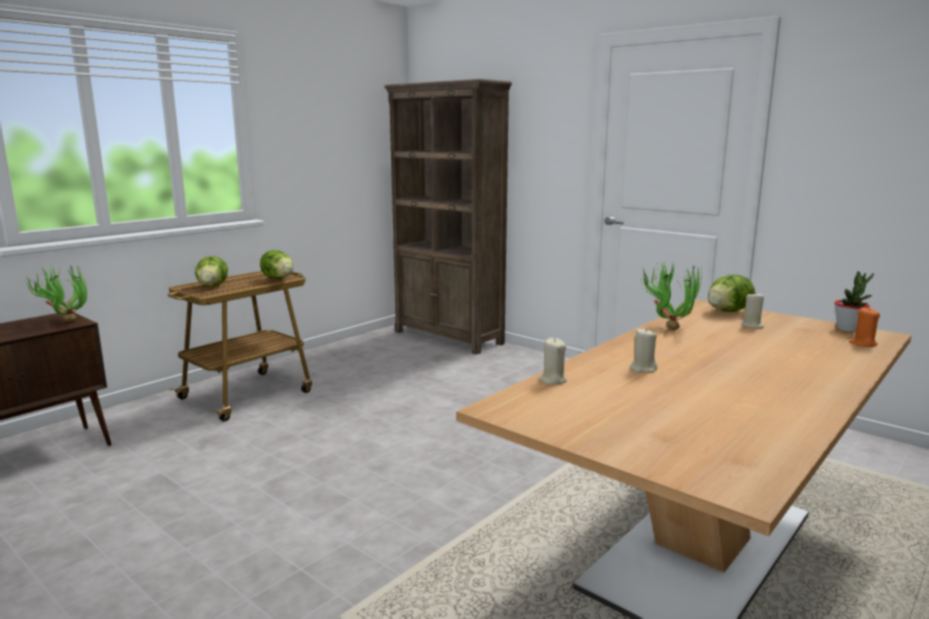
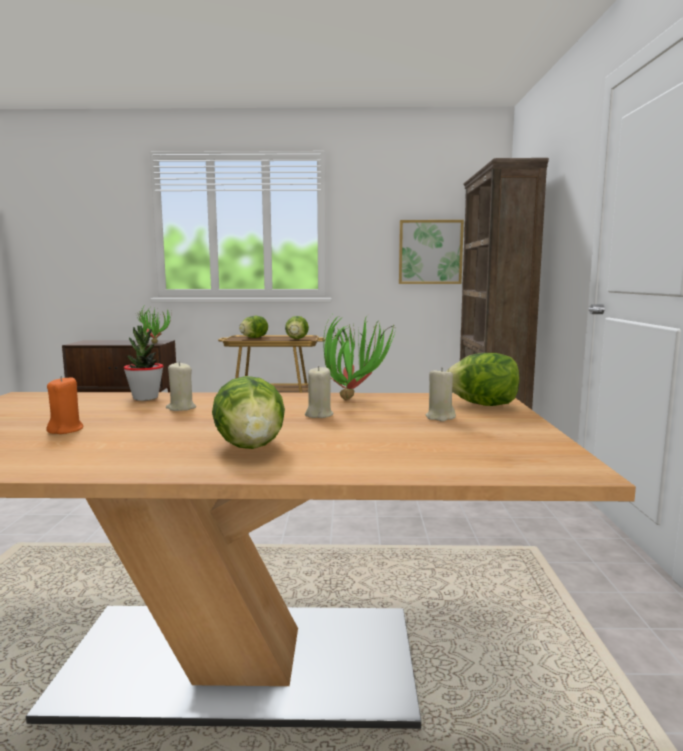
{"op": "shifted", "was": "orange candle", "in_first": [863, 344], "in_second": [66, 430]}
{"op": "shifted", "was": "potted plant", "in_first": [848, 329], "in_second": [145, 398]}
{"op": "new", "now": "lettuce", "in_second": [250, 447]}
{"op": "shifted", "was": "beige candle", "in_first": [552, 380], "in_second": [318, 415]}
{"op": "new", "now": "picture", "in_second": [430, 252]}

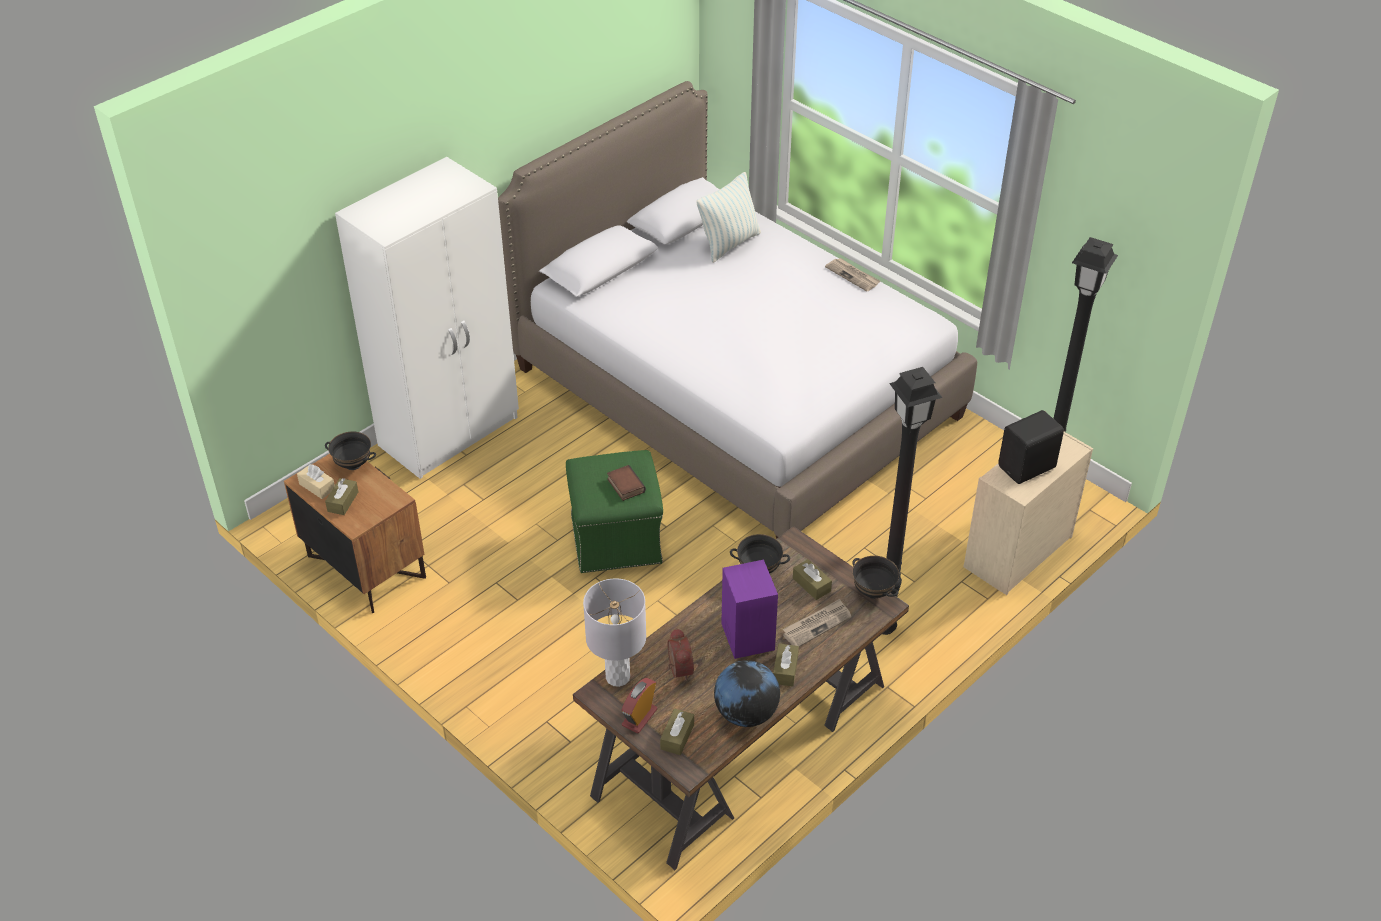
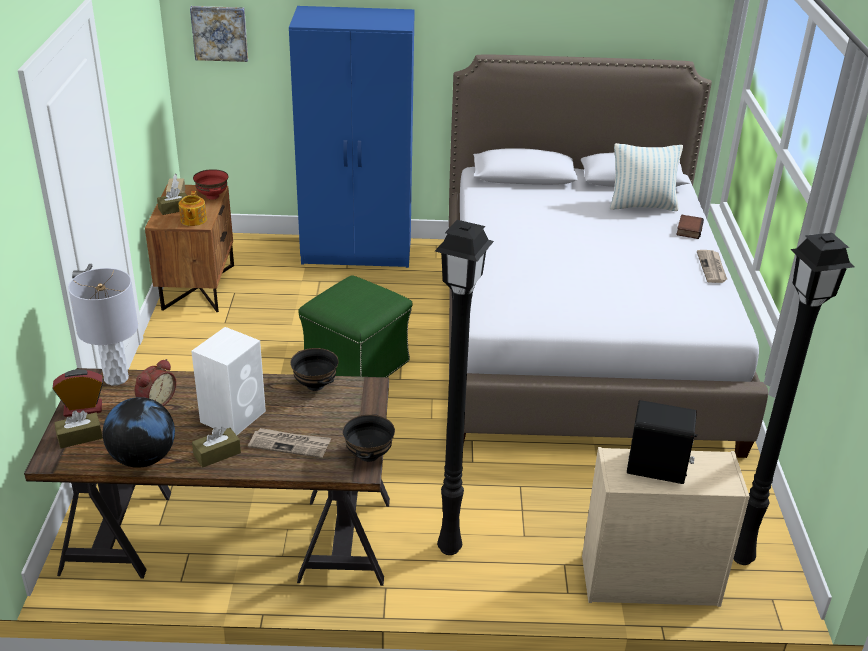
{"op": "new", "now": "teapot", "in_second": [193, 220]}
{"op": "new", "now": "picture", "in_second": [220, 33]}
{"op": "repainted", "was": "purple speaker", "now": "white speaker", "in_first": [747, 635], "in_second": [234, 415]}
{"op": "repainted", "was": "black bowl", "now": "red bowl", "in_first": [353, 465], "in_second": [212, 196]}
{"op": "repainted", "was": "white wardrobe", "now": "blue wardrobe", "in_first": [451, 432], "in_second": [358, 252]}
{"op": "shifted", "was": "book", "in_first": [624, 485], "in_second": [688, 229]}
{"op": "gone", "was": "brown tissue box", "in_first": [811, 584]}

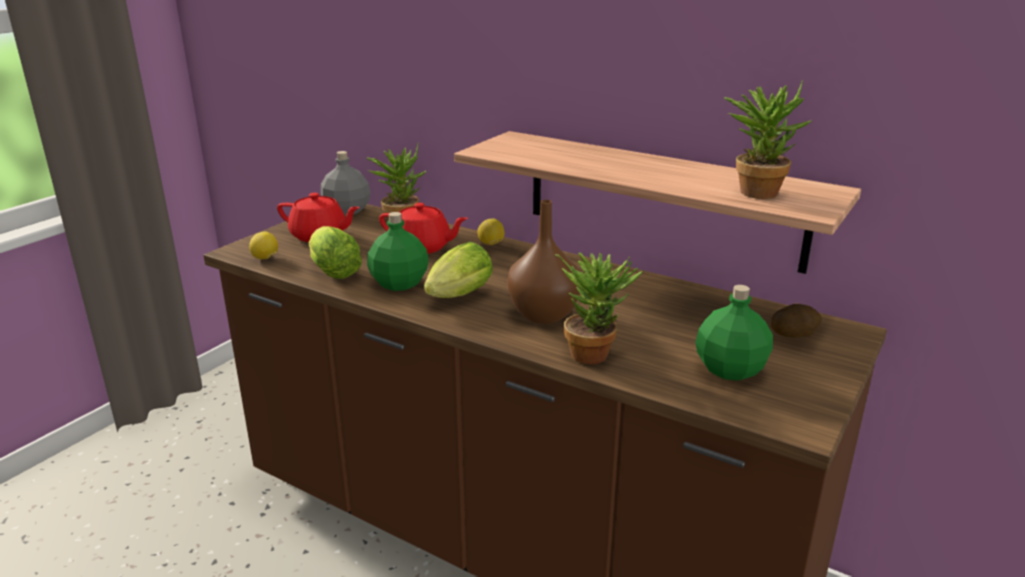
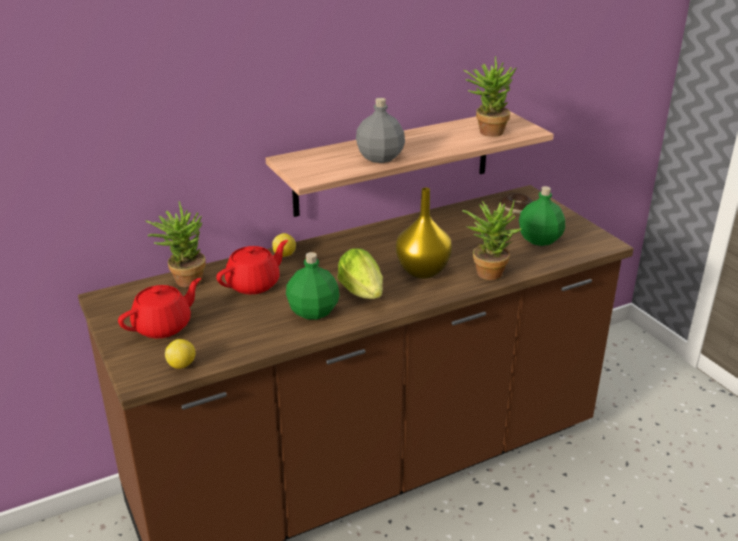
{"op": "shifted", "was": "grey bottle", "in_first": [346, 210], "in_second": [379, 157]}
{"op": "repainted", "was": "brown vase", "now": "yellow vase", "in_first": [545, 314], "in_second": [423, 270]}
{"op": "swapped", "was": "potato", "now": "donut", "in_first": [794, 334], "in_second": [516, 208]}
{"op": "gone", "was": "lettuce", "in_first": [332, 271]}

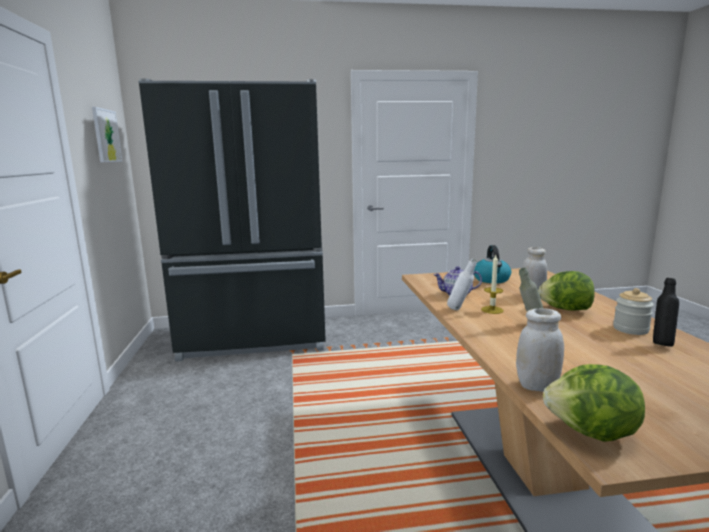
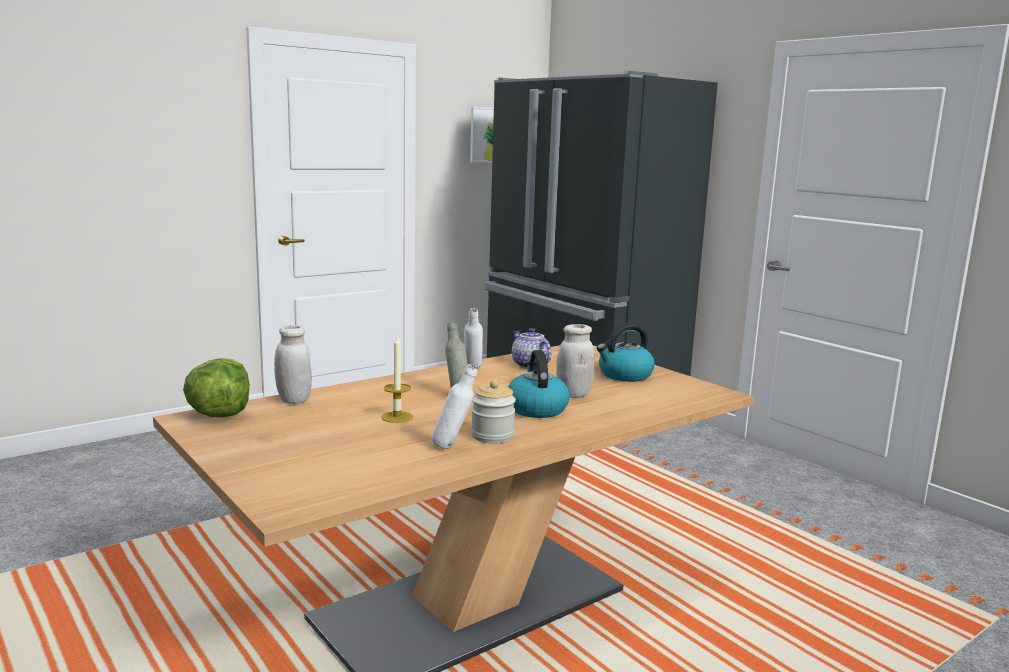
{"op": "shifted", "was": "candle", "in_first": [492, 310], "in_second": [397, 417]}
{"op": "repainted", "was": "black bottle", "now": "white bottle", "in_first": [661, 344], "in_second": [453, 447]}
{"op": "swapped", "was": "lettuce", "now": "kettle", "in_first": [565, 309], "in_second": [536, 409]}

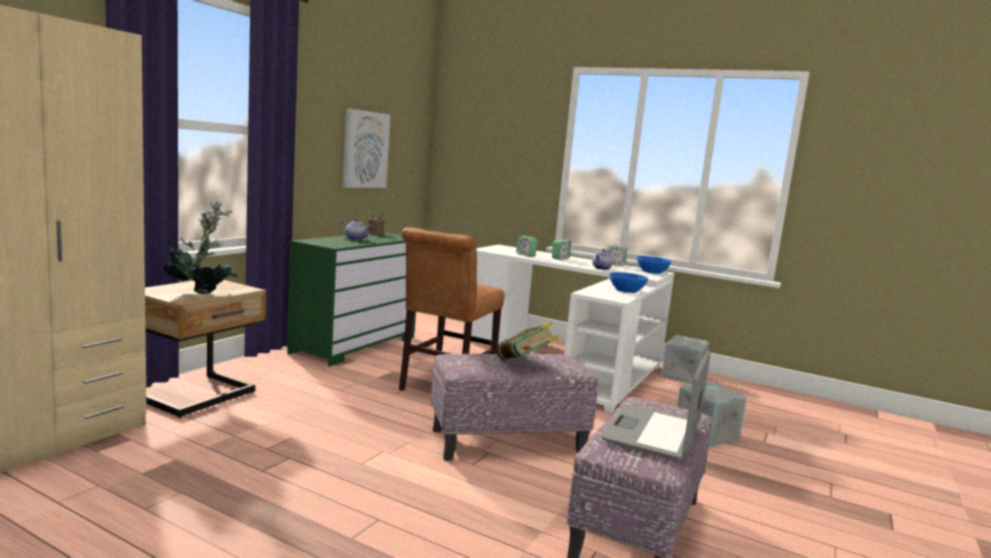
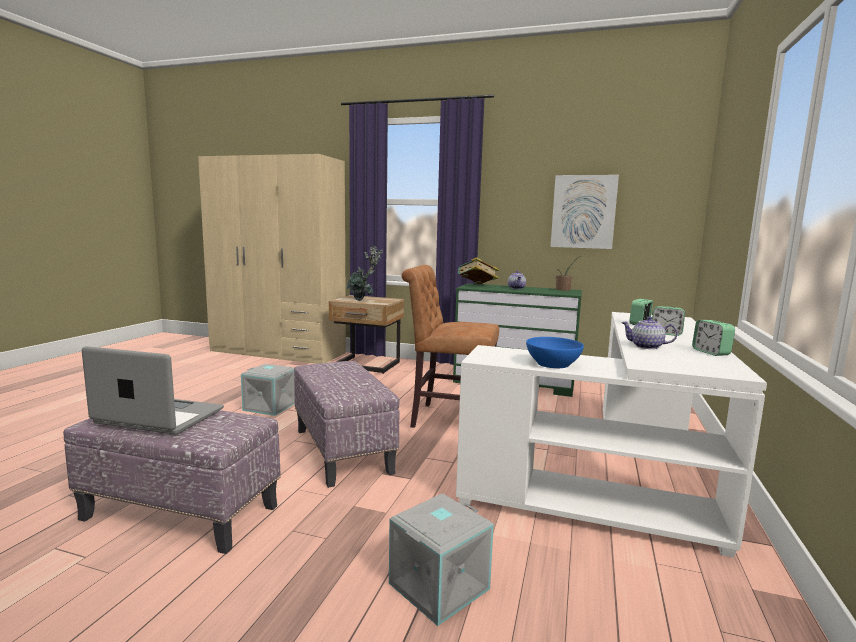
{"op": "shifted", "was": "grey storage box", "in_first": [682, 376], "in_second": [270, 406]}
{"op": "shifted", "was": "book", "in_first": [524, 364], "in_second": [477, 285]}
{"op": "gone", "was": "blue bowl", "in_first": [652, 272]}

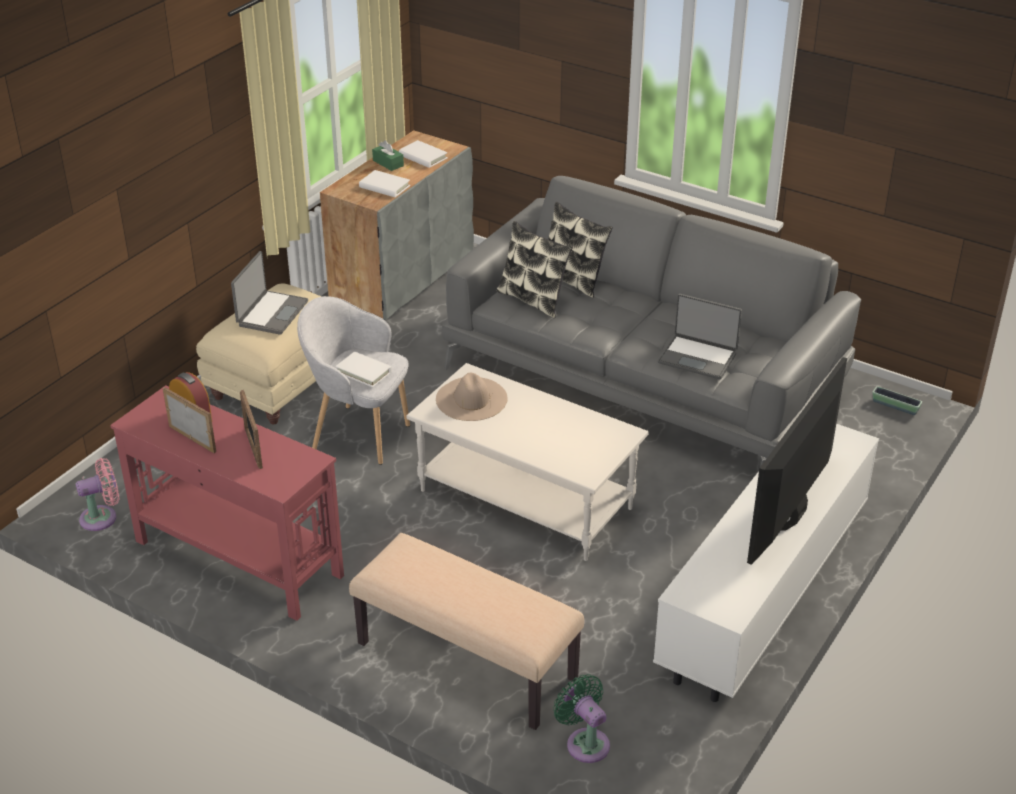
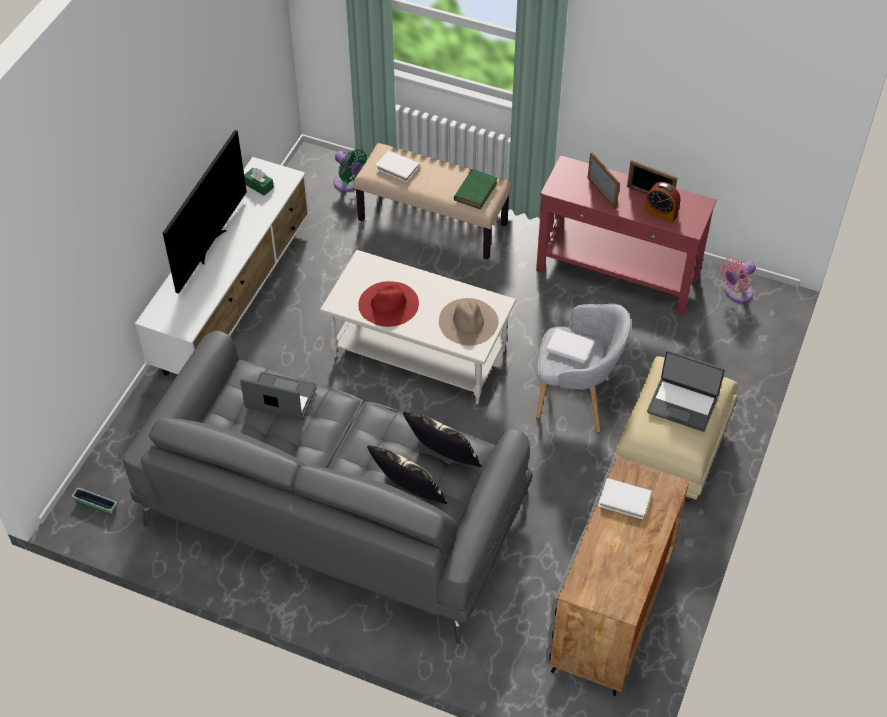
{"op": "shifted", "was": "green tissue box", "in_first": [388, 163], "in_second": [258, 186]}
{"op": "new", "now": "red hat", "in_second": [388, 304]}
{"op": "shifted", "was": "white book", "in_first": [423, 157], "in_second": [397, 168]}
{"op": "new", "now": "green book", "in_second": [476, 190]}
{"op": "rotated", "was": "laptop", "in_first": [271, 313], "in_second": [682, 404], "clockwise": -75}

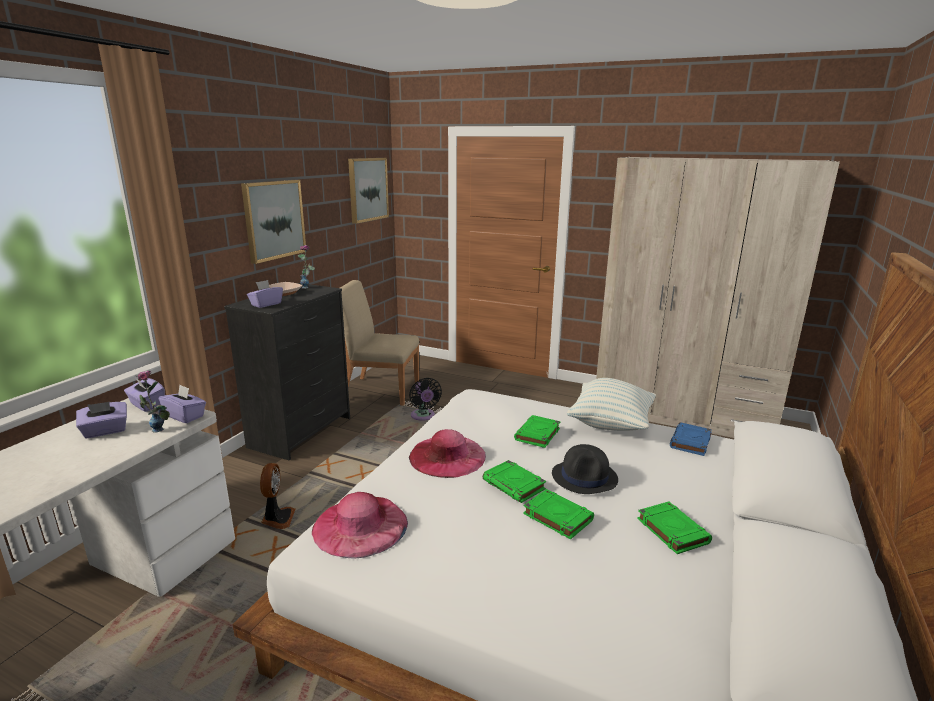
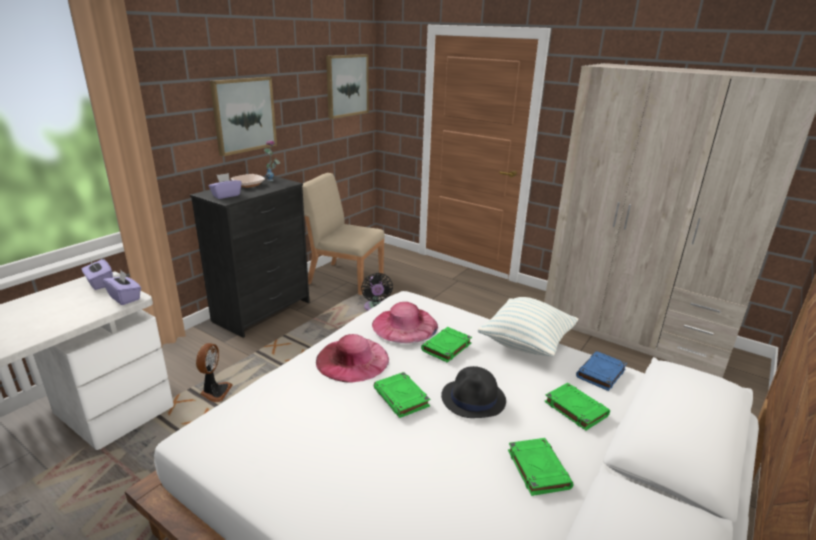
{"op": "shifted", "was": "pink hat", "in_first": [360, 525], "in_second": [404, 325]}
{"op": "shifted", "was": "green book", "in_first": [557, 517], "in_second": [575, 408]}
{"op": "gone", "was": "purple tissue box", "in_first": [105, 431]}
{"op": "gone", "was": "vase", "in_first": [159, 433]}

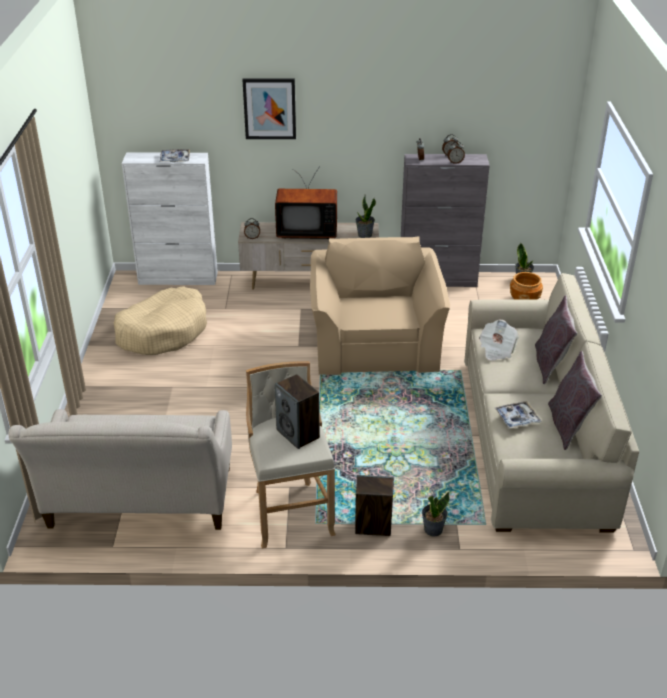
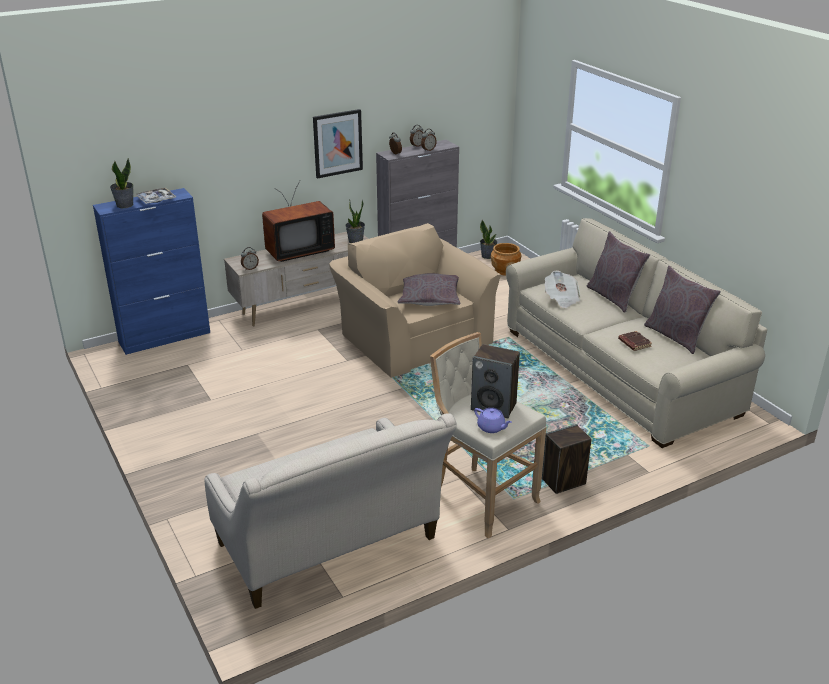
{"op": "repainted", "was": "white cabinet", "now": "blue cabinet", "in_first": [178, 278], "in_second": [165, 337]}
{"op": "shifted", "was": "potted plant", "in_first": [433, 529], "in_second": [124, 205]}
{"op": "shifted", "was": "picture", "in_first": [269, 108], "in_second": [337, 143]}
{"op": "new", "now": "grey pillow", "in_second": [429, 297]}
{"op": "new", "now": "purple teapot", "in_second": [491, 428]}
{"op": "swapped", "was": "tray", "now": "brown book", "in_first": [517, 418], "in_second": [634, 343]}
{"op": "gone", "was": "beige dog bed", "in_first": [163, 331]}

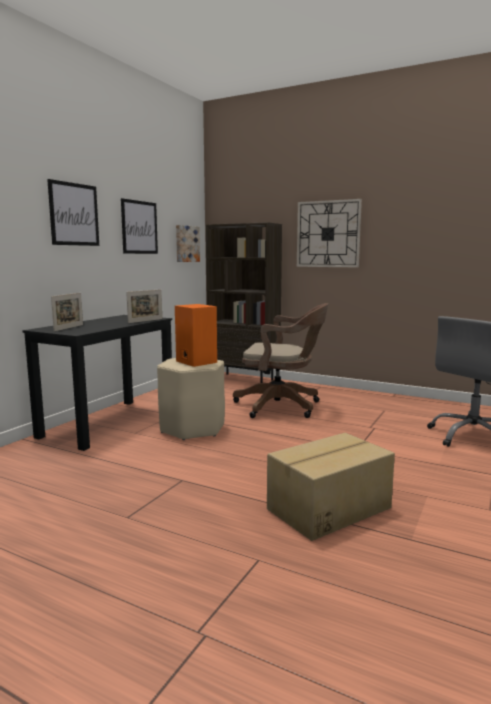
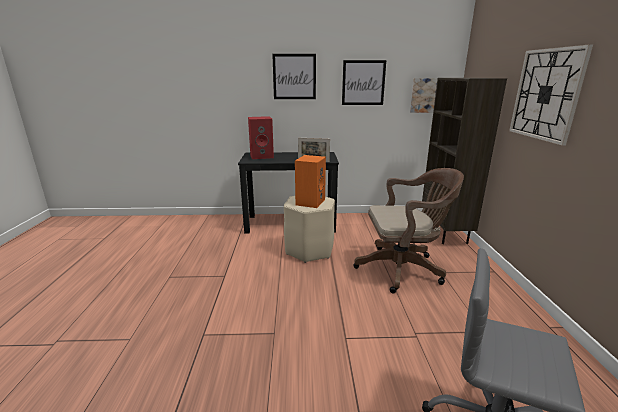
{"op": "swapped", "was": "picture frame", "now": "red speaker", "in_first": [69, 328], "in_second": [262, 156]}
{"op": "rotated", "was": "brown office chair", "in_first": [282, 406], "in_second": [403, 269], "clockwise": -75}
{"op": "gone", "was": "cardboard box", "in_first": [327, 508]}

